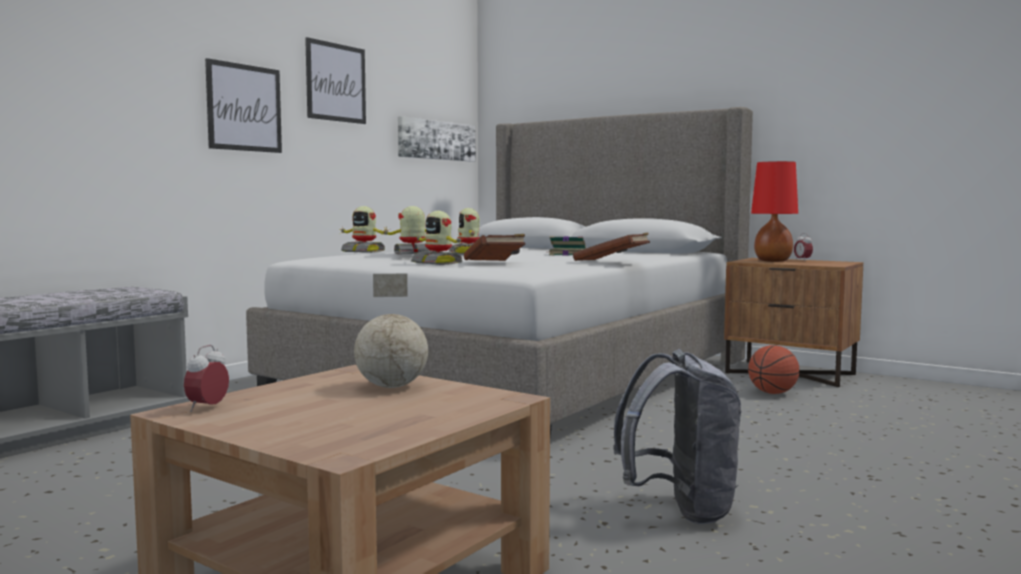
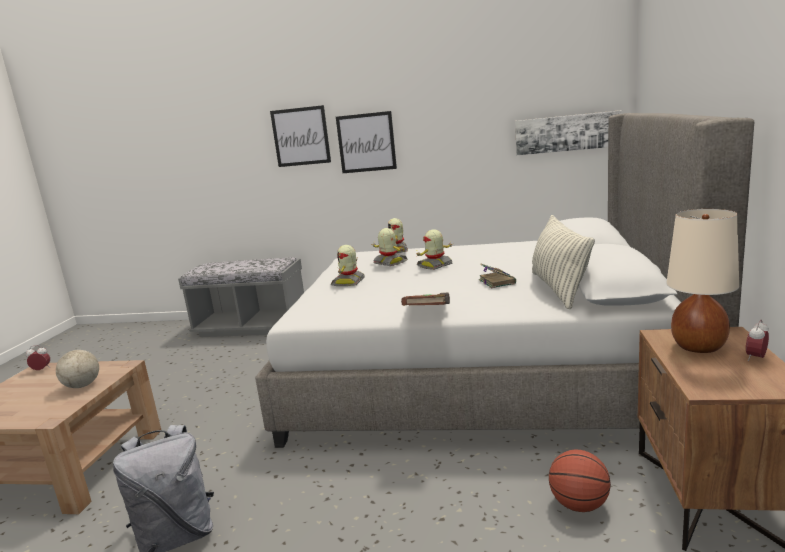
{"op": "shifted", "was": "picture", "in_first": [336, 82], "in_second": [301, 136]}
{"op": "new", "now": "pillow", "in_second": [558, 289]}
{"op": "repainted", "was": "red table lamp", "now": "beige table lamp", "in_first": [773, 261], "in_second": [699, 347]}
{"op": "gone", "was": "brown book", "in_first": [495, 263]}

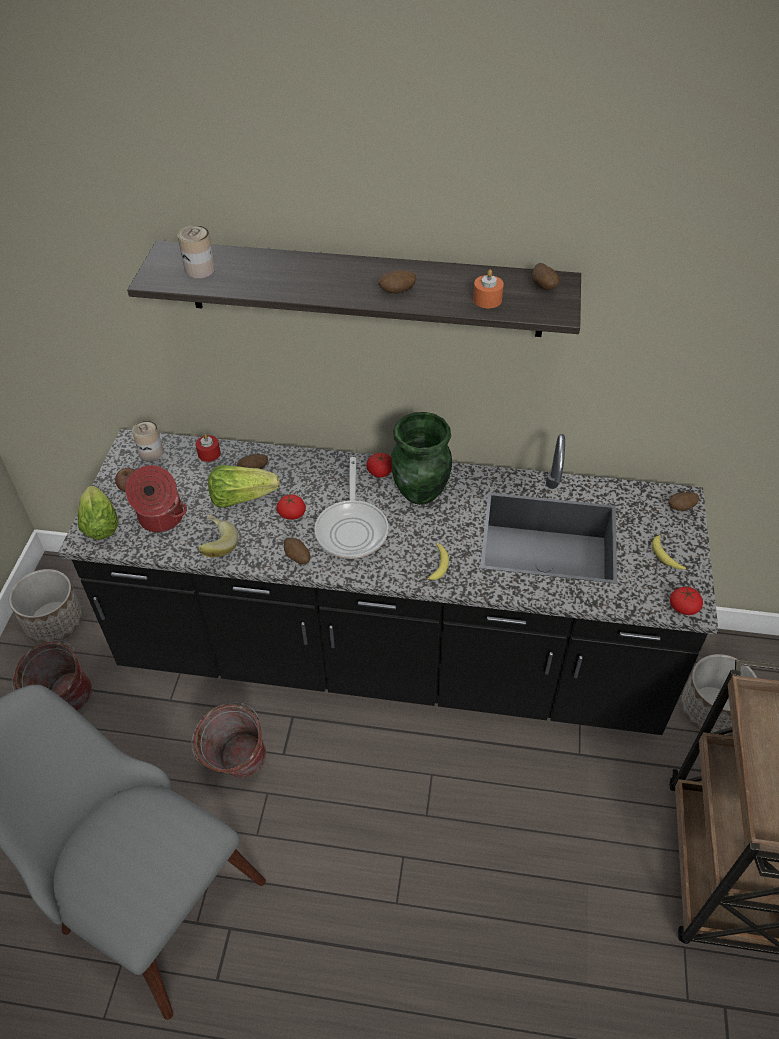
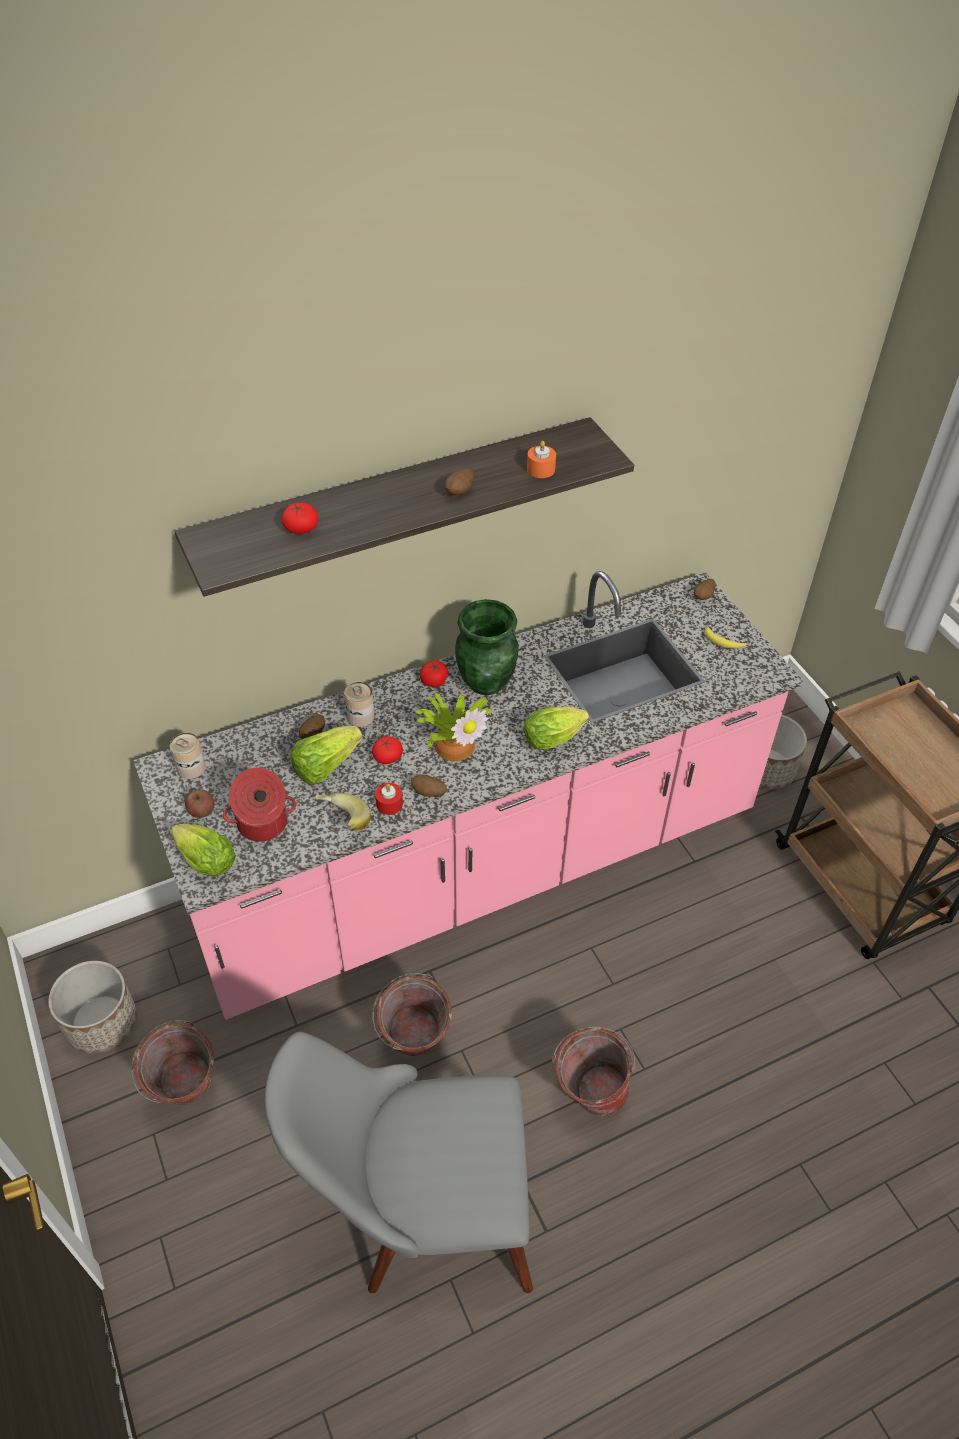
{"op": "repainted", "was": "black counter", "now": "pink counter", "in_first": [391, 657], "in_second": [477, 867]}
{"op": "shifted", "was": "tomato", "in_first": [683, 607], "in_second": [301, 528]}
{"op": "shifted", "was": "can", "in_first": [200, 269], "in_second": [360, 716]}
{"op": "shifted", "was": "red candle", "in_first": [209, 453], "in_second": [389, 804]}
{"op": "swapped", "was": "frying pan", "now": "potted plant", "in_first": [352, 528], "in_second": [454, 743]}
{"op": "swapped", "was": "banana", "now": "lettuce", "in_first": [438, 565], "in_second": [556, 737]}
{"op": "new", "now": "bucket", "in_second": [588, 1095]}
{"op": "gone", "was": "potato", "in_first": [544, 287]}

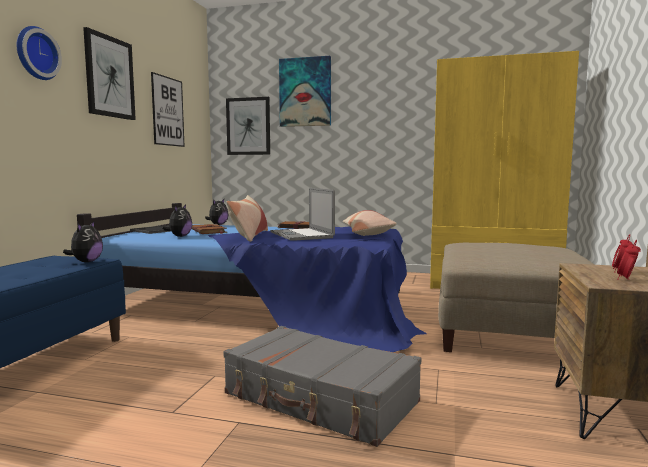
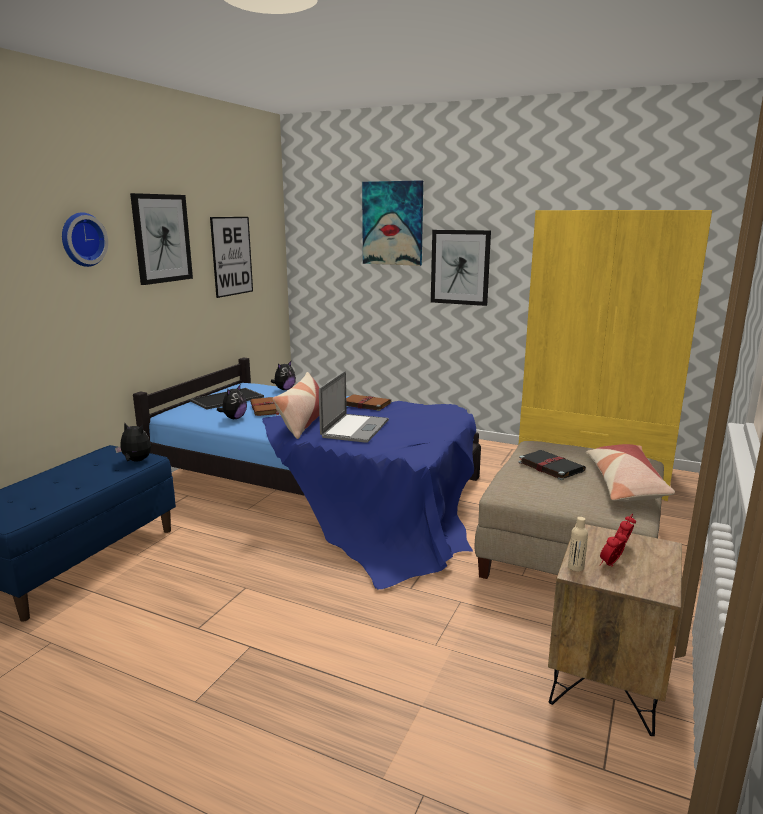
{"op": "rotated", "was": "plush toy", "in_first": [86, 262], "in_second": [135, 461], "clockwise": -90}
{"op": "rotated", "was": "laptop", "in_first": [301, 235], "in_second": [355, 428], "clockwise": -150}
{"op": "shifted", "was": "picture", "in_first": [248, 126], "in_second": [460, 267]}
{"op": "new", "now": "black book", "in_second": [550, 466]}
{"op": "new", "now": "beige bottle", "in_second": [576, 567]}
{"op": "shifted", "was": "pillow", "in_first": [367, 233], "in_second": [625, 484]}
{"op": "gone", "was": "grey suitcase", "in_first": [320, 399]}

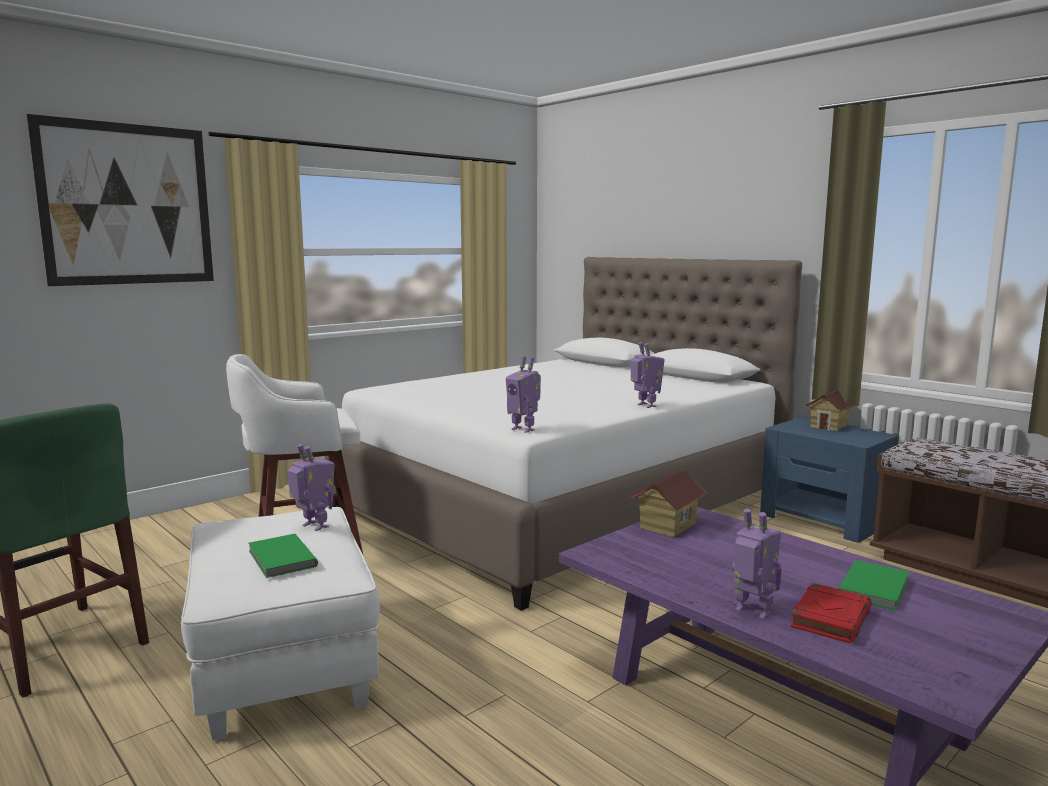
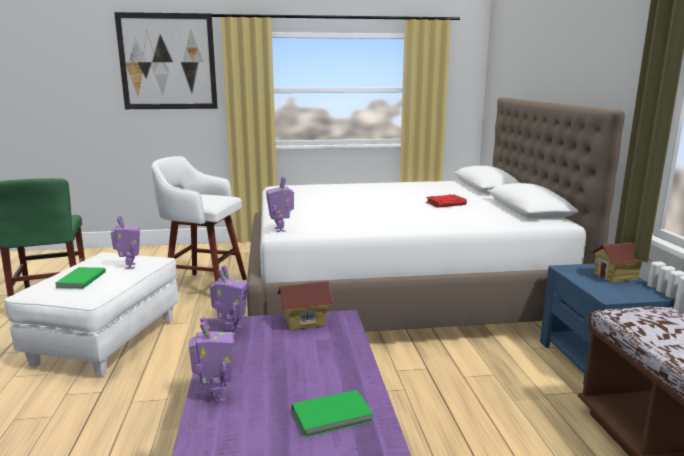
{"op": "shifted", "was": "toy robot", "in_first": [645, 406], "in_second": [231, 331]}
{"op": "shifted", "was": "red book", "in_first": [830, 618], "in_second": [446, 204]}

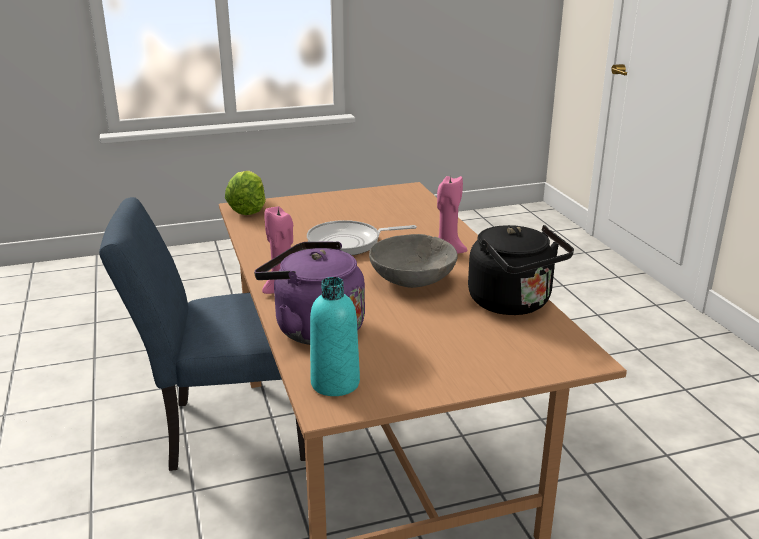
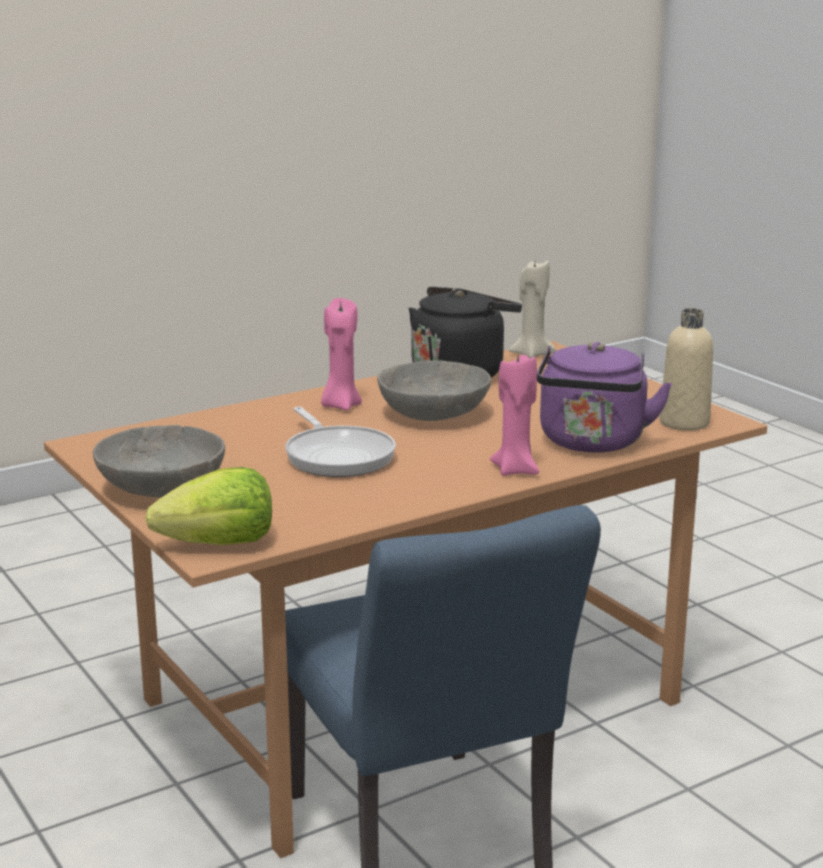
{"op": "new", "now": "grey bowl", "in_second": [162, 489]}
{"op": "new", "now": "beige candle", "in_second": [531, 354]}
{"op": "repainted", "was": "turquoise bottle", "now": "beige bottle", "in_first": [335, 383], "in_second": [684, 423]}

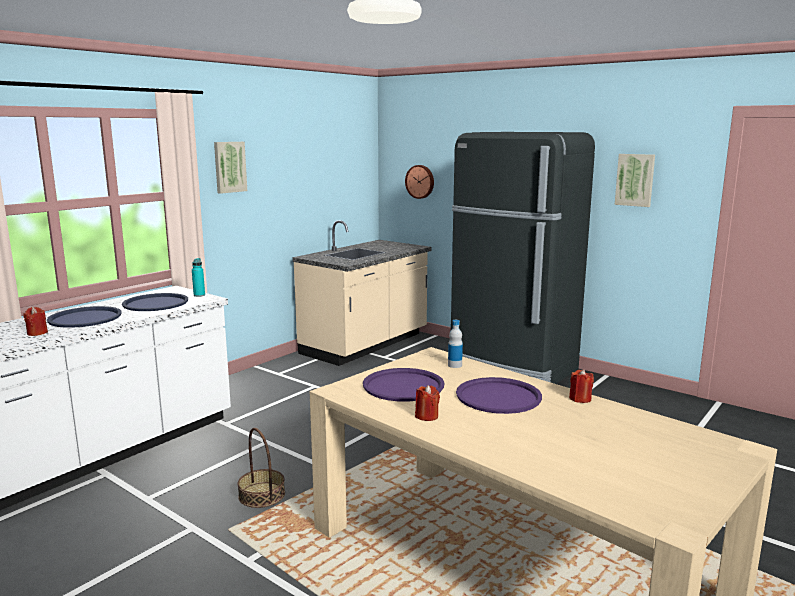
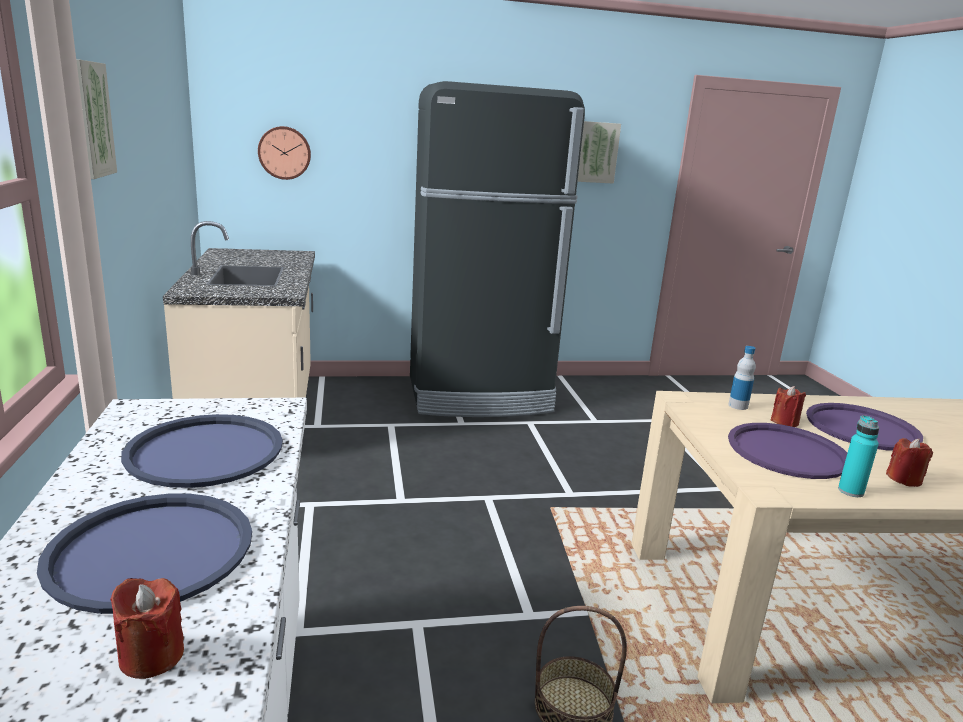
{"op": "shifted", "was": "red candle", "in_first": [580, 399], "in_second": [784, 422]}
{"op": "shifted", "was": "turquoise bottle", "in_first": [199, 295], "in_second": [850, 491]}

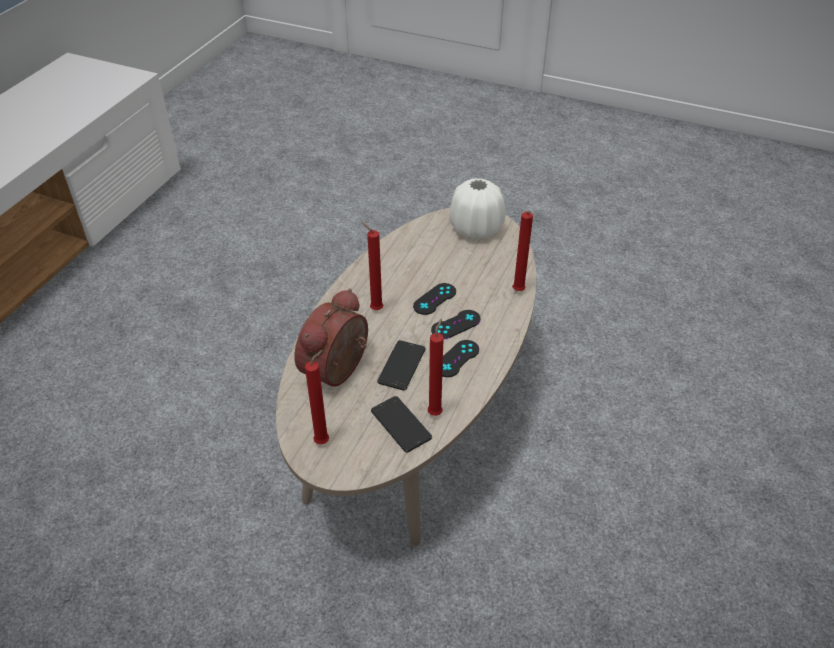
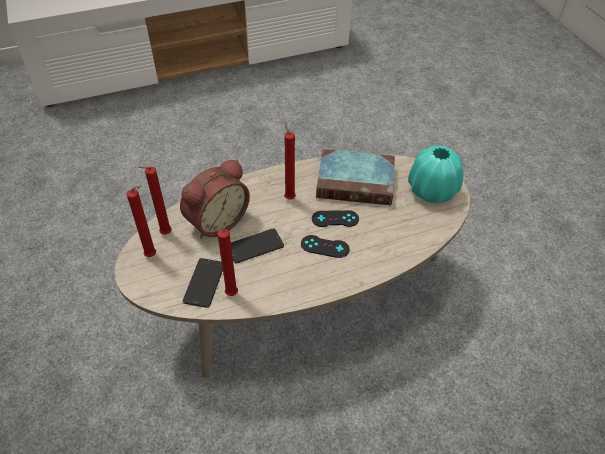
{"op": "shifted", "was": "red candle", "in_first": [518, 292], "in_second": [164, 234]}
{"op": "rotated", "was": "alarm clock", "in_first": [339, 372], "in_second": [215, 221], "clockwise": 150}
{"op": "new", "now": "book", "in_second": [357, 182]}
{"op": "repainted", "was": "white vase", "now": "turquoise vase", "in_first": [476, 228], "in_second": [432, 190]}
{"op": "gone", "was": "black game controller", "in_first": [457, 358]}

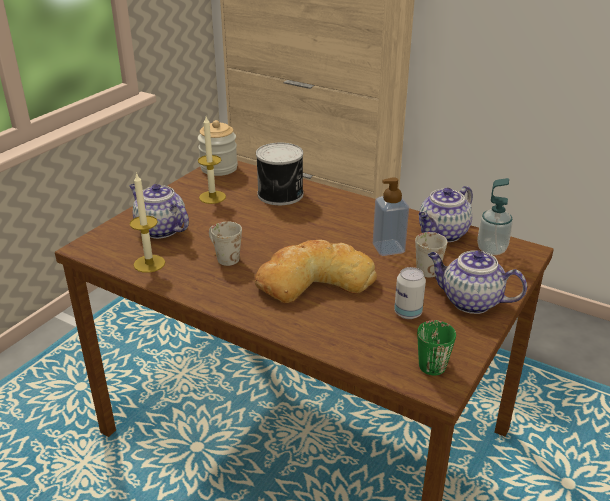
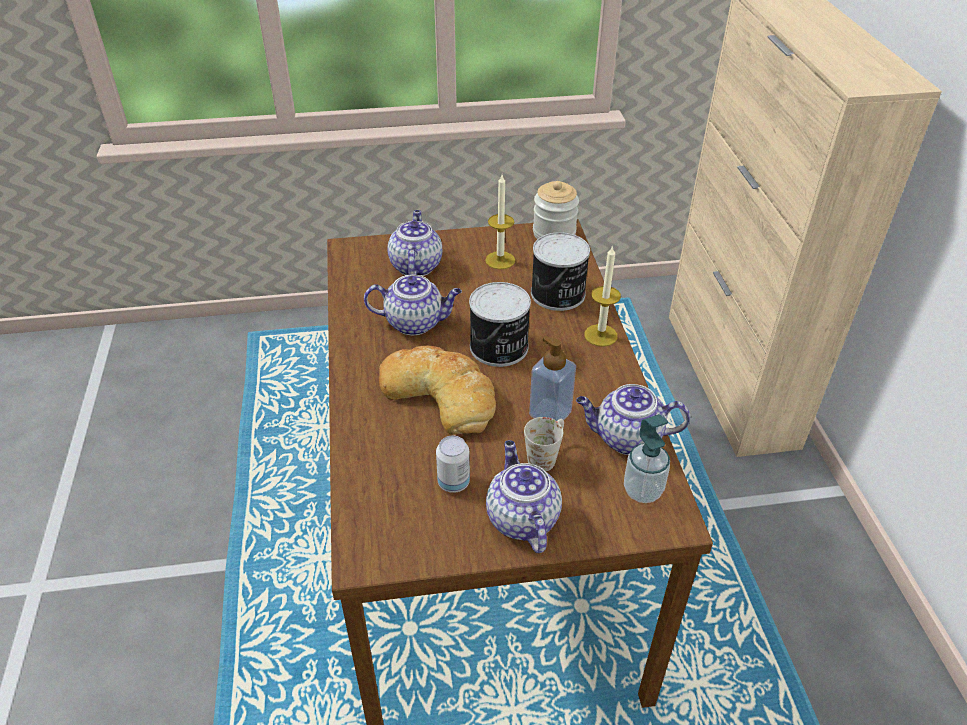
{"op": "swapped", "was": "white mug", "now": "teapot", "in_first": [223, 257], "in_second": [415, 322]}
{"op": "new", "now": "can", "in_second": [499, 348]}
{"op": "shifted", "was": "candle", "in_first": [149, 263], "in_second": [600, 335]}
{"op": "gone", "was": "green mug", "in_first": [432, 360]}

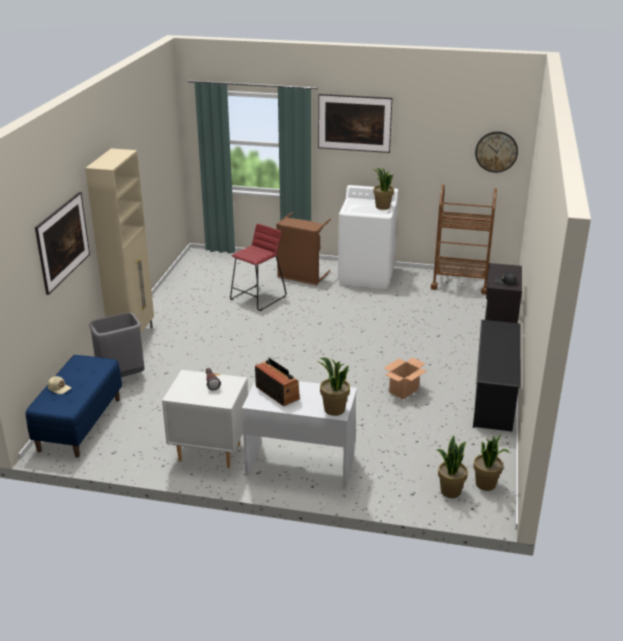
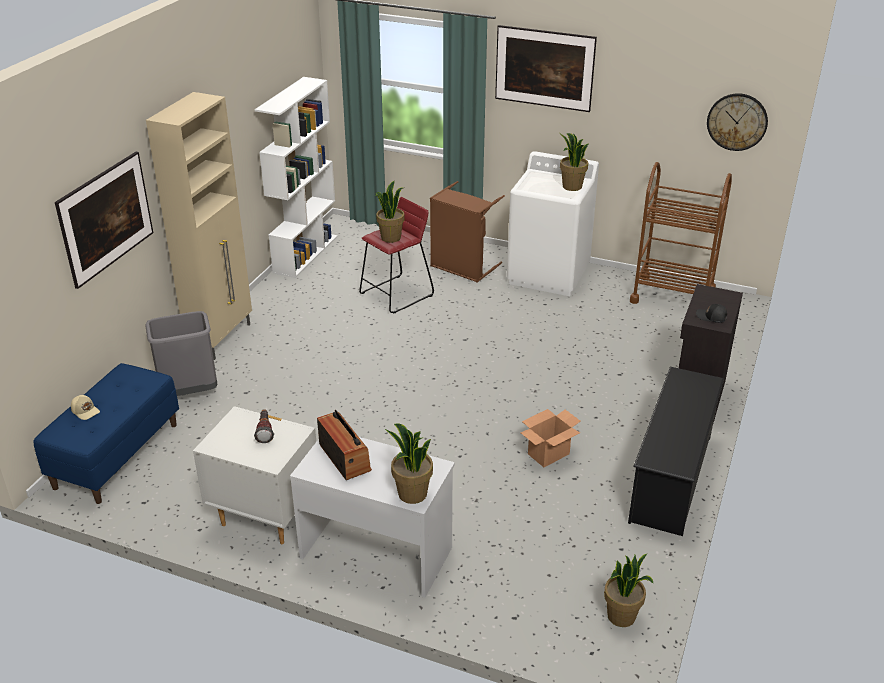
{"op": "new", "now": "white bookcase", "in_second": [305, 254]}
{"op": "shifted", "was": "potted plant", "in_first": [450, 491], "in_second": [390, 237]}

